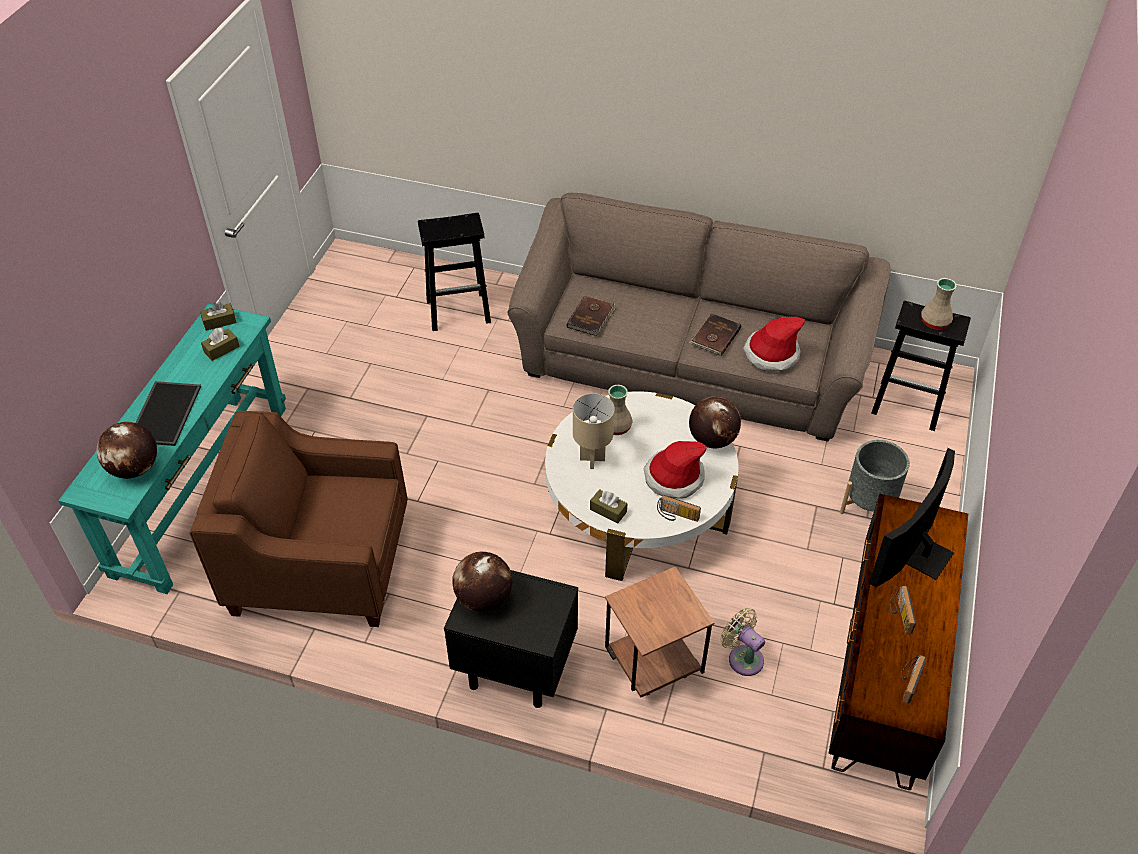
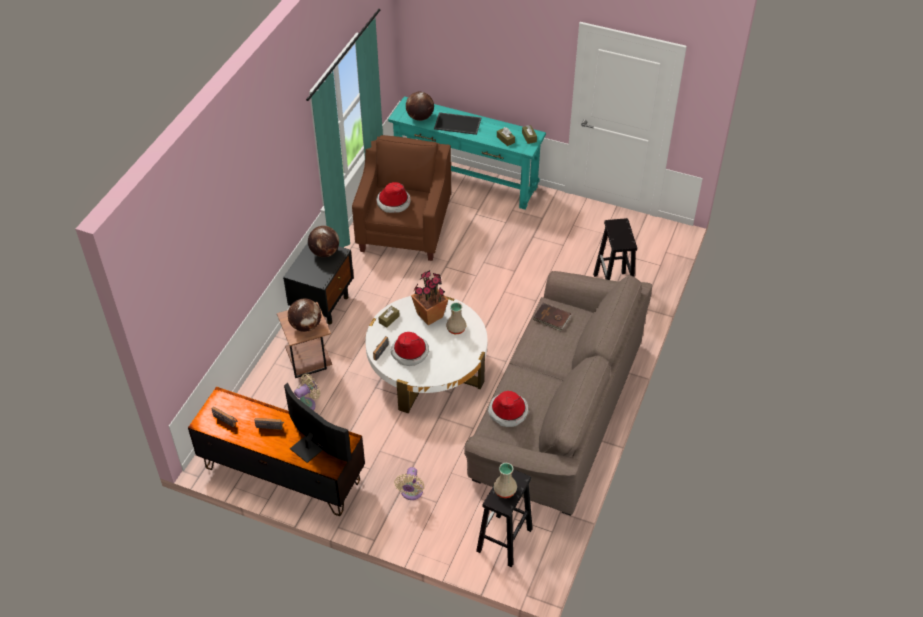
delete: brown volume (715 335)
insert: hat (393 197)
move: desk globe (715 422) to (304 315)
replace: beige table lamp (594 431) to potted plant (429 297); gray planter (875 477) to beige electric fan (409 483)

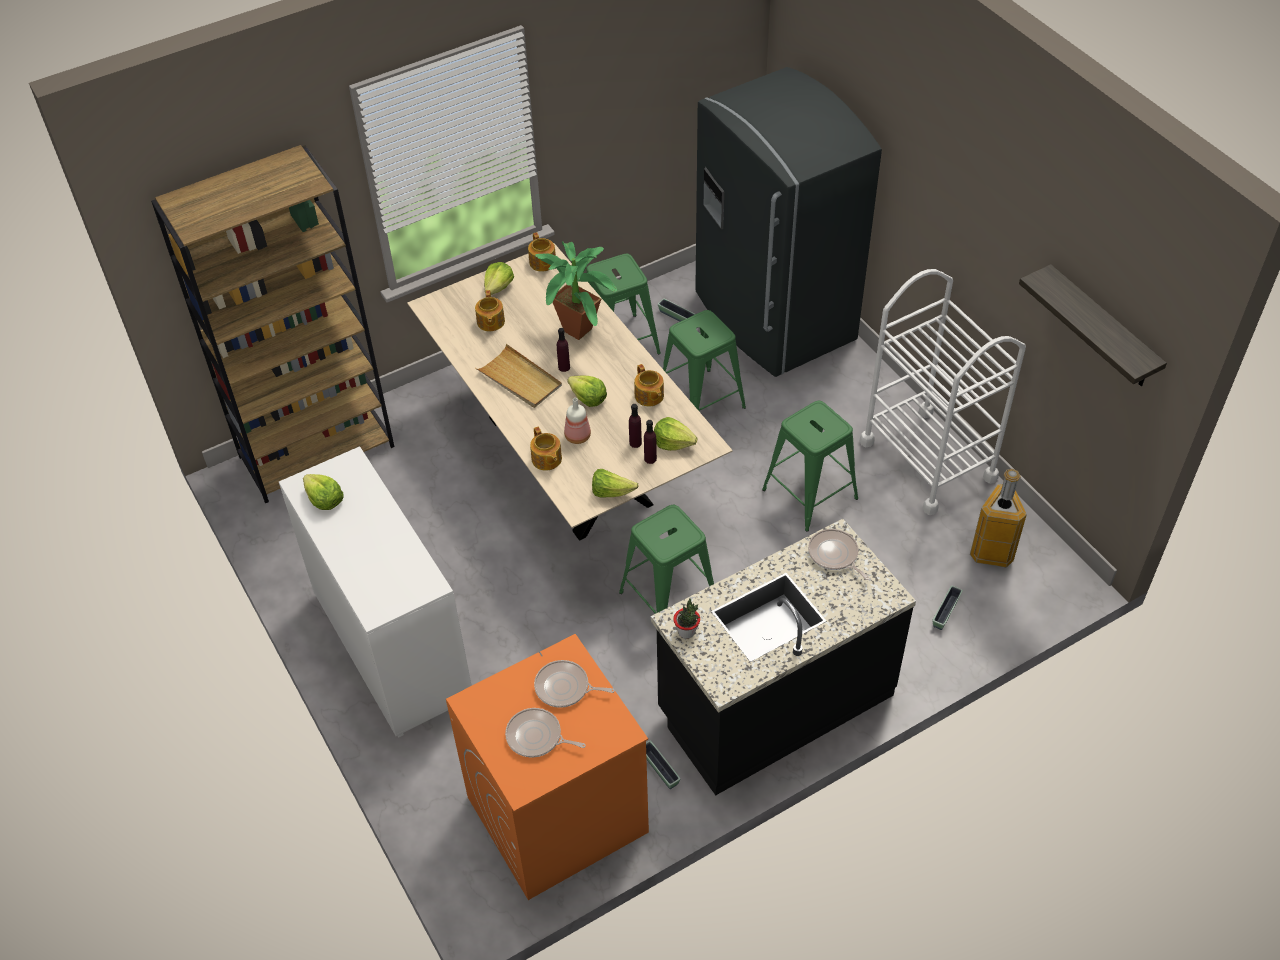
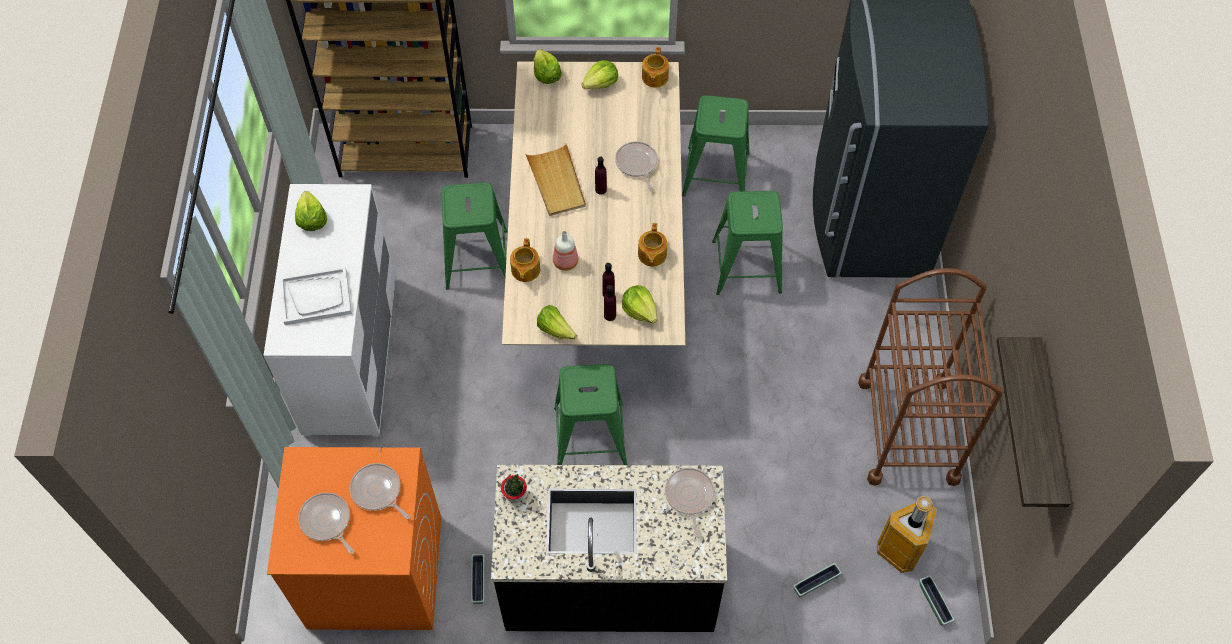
delete: pot for tea (490 310)
insert: white-coloured serving tray (315 296)
move: lettuce head (587 391) to (548 66); planter (676 310) to (936 600); green-coloured stool seat (810 466) to (474 236)
replace: potted plant (576 290) to frying pan (636 166)
recolor: white-coloured wheeled cart (943 392) to brown wheeled cart (930 377)

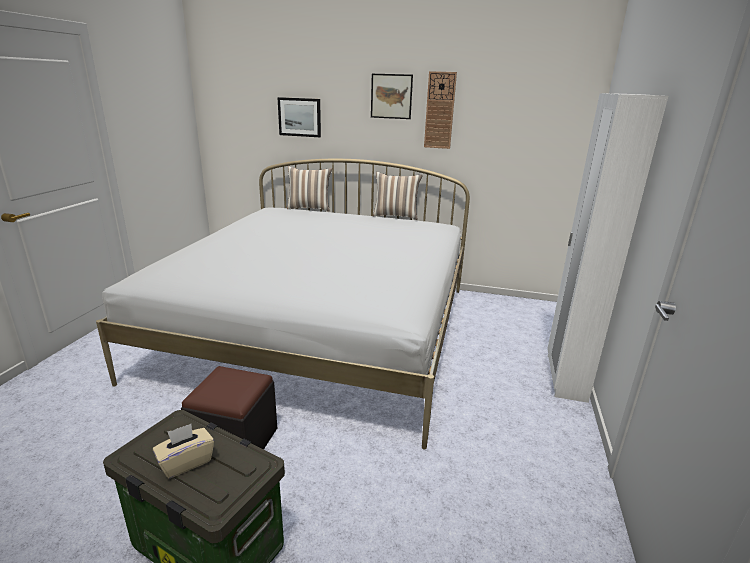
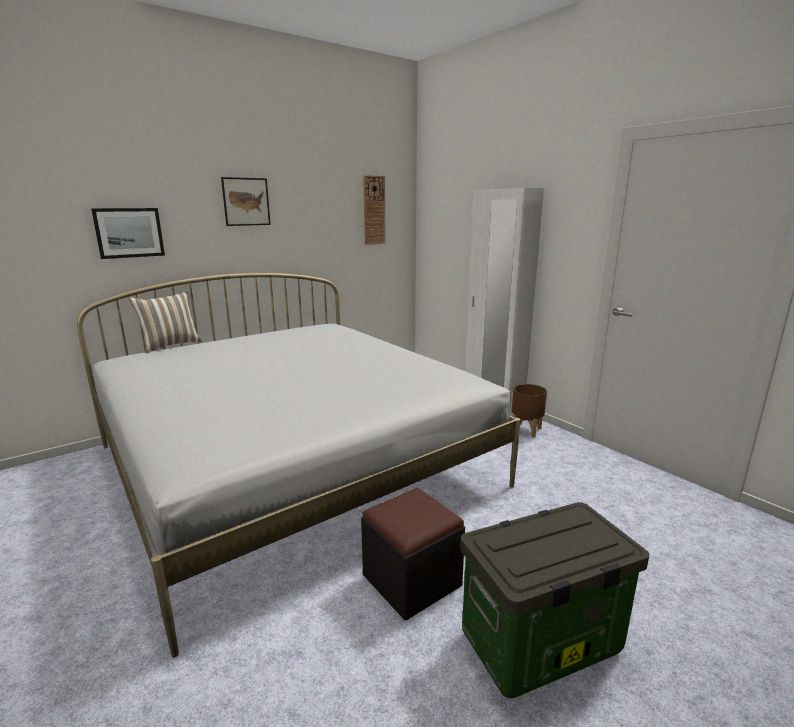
delete: beige tissue box (183 451); cushion (398 196)
insert: brown planter (529 410)
move: wall clock (440 110) to (374 210)

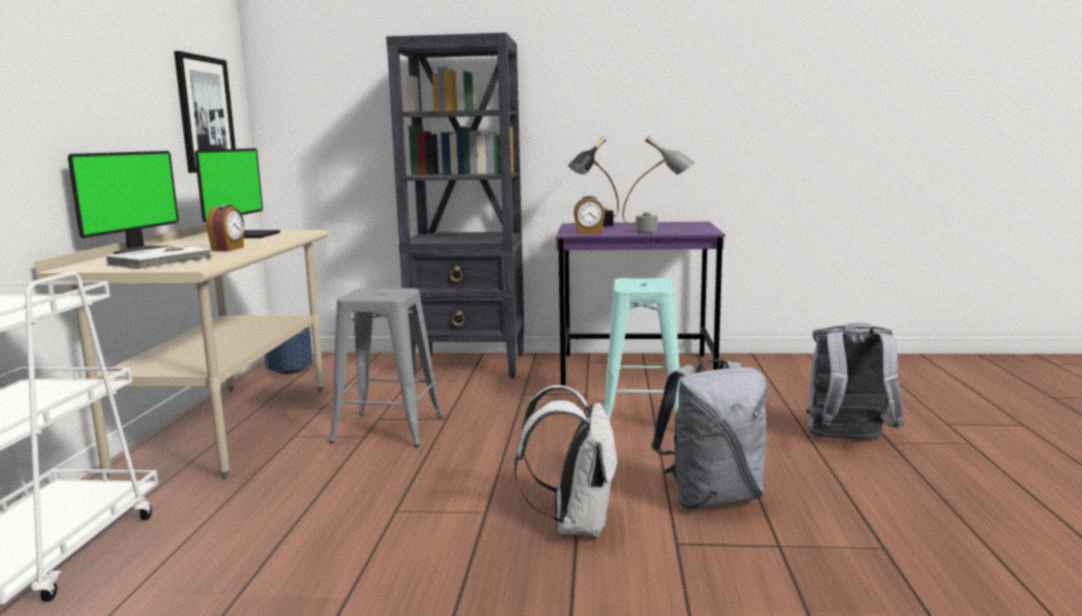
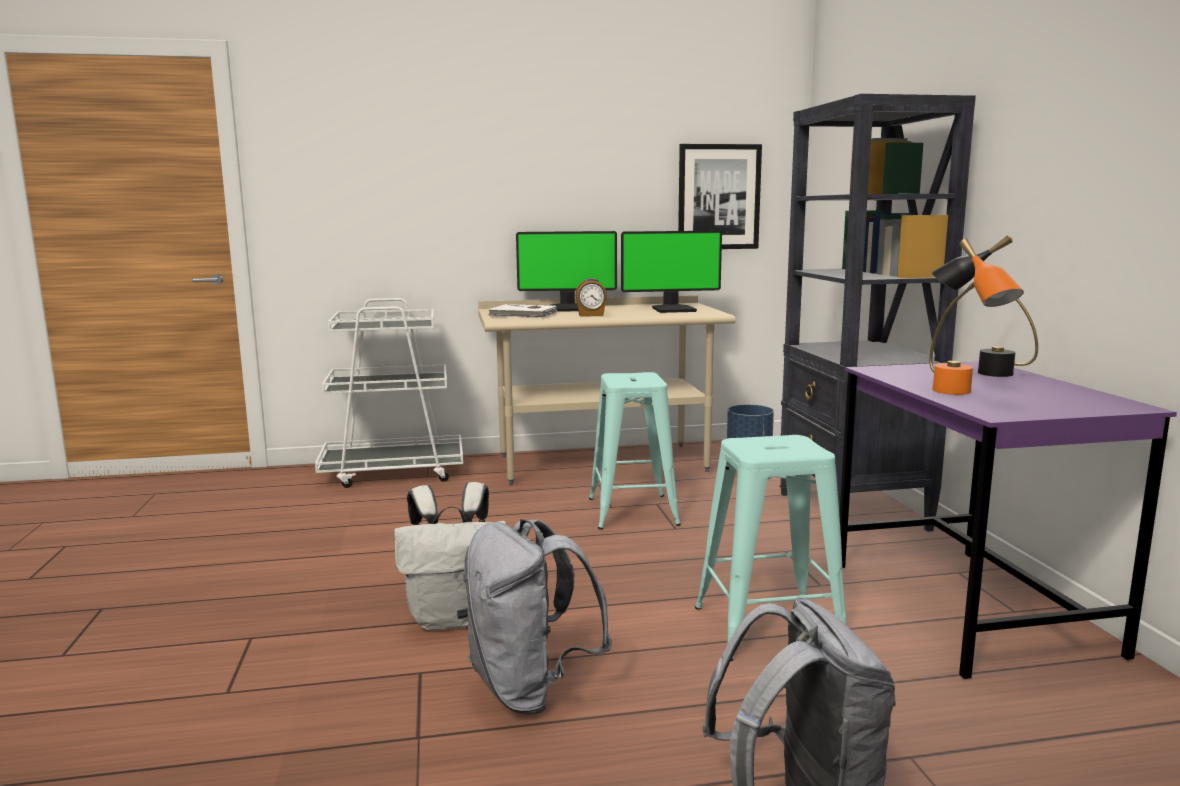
delete: bedside clock (589 215)
recolor: gray stool seat (386 367) to blue-green stool seat (635 451); gray table lamp (658 184) to orange table lamp (976 317)

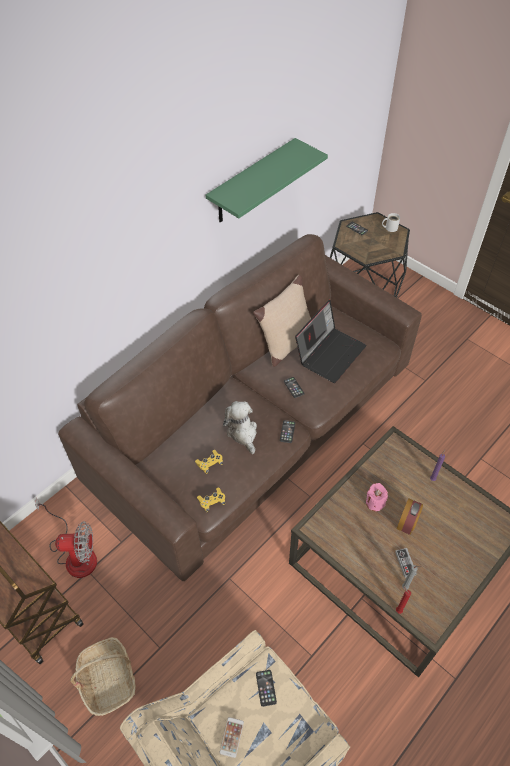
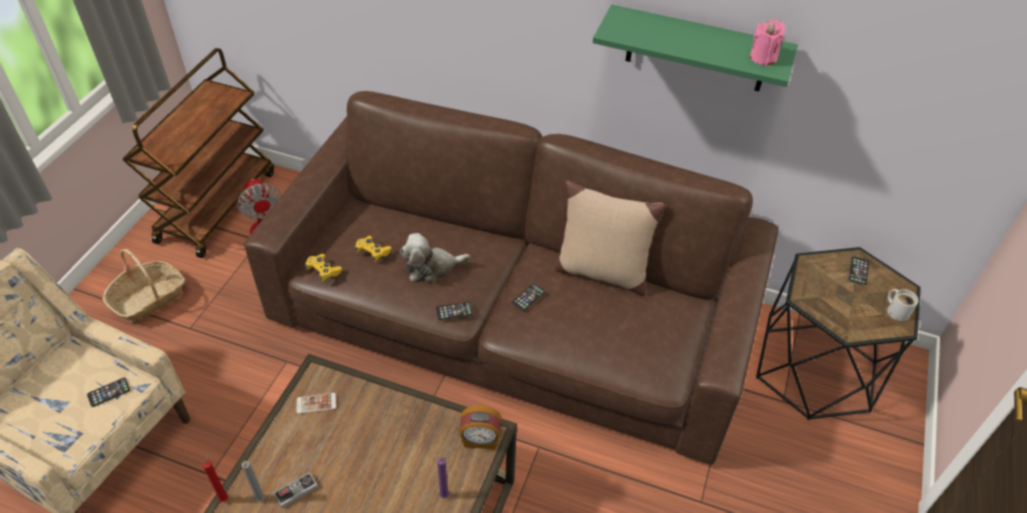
delete: laptop (331 341)
move: phone (232 737) to (316 403); pink-coloured wax candle (377 497) to (767 43); bedside clock (410 516) to (480 427)
rotate: soft toy (240 427) = (435 258) 150 degrees counterclockwise

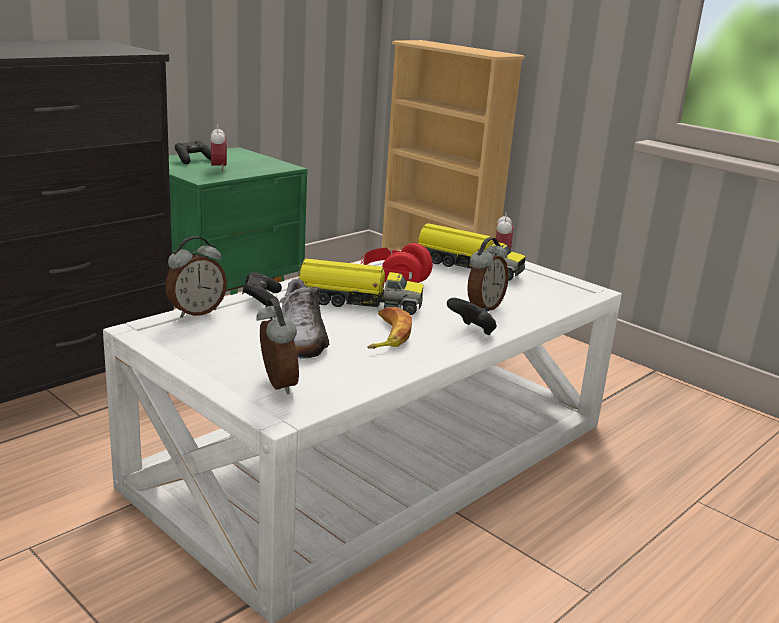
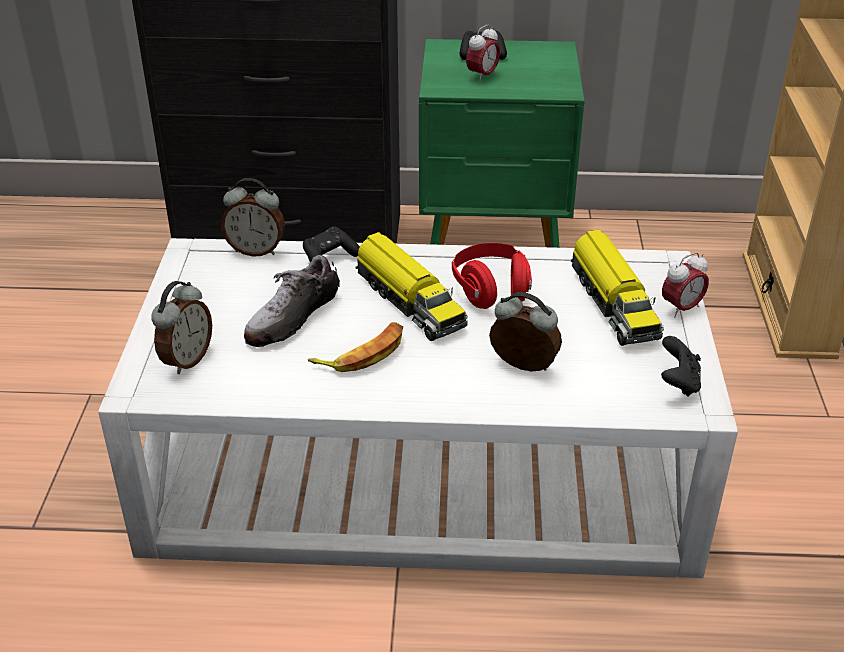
move: black gamepad (472 316) to (681 366)
rotate: bedside clock (488 274) = (525 332) 150 degrees counterclockwise

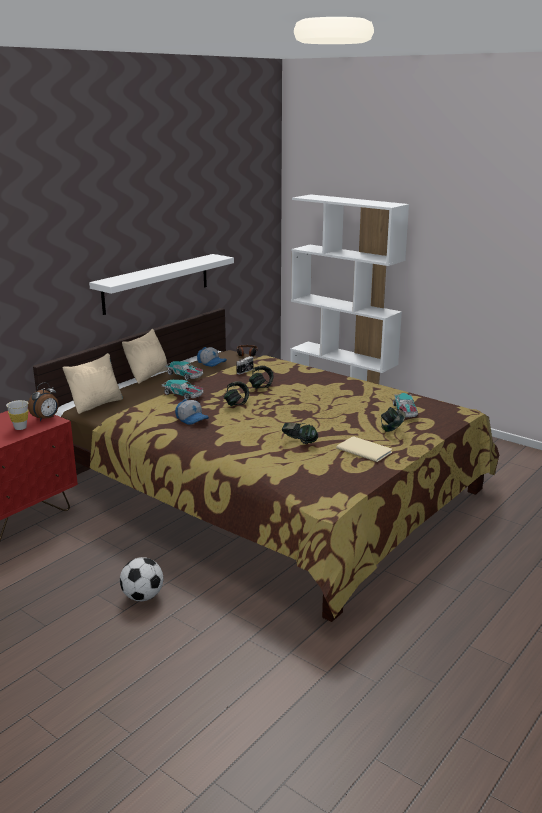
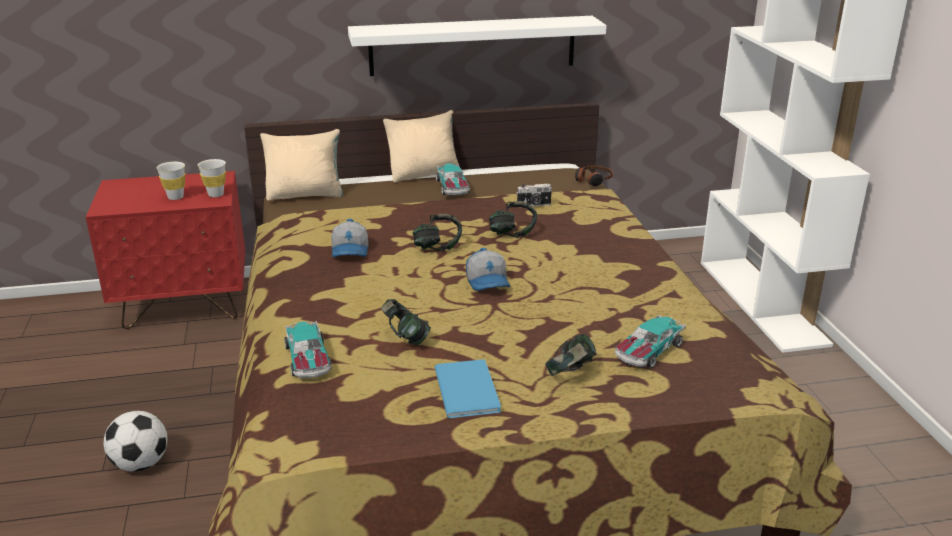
move: miniature car (182 390) to (308 350); baseball cap (212 357) to (488 269)
replace: bedside clock (43 401) to white-coloured cup (212 178)
recolor: beige volume (364 449) to blue-coloured volume (468 389)

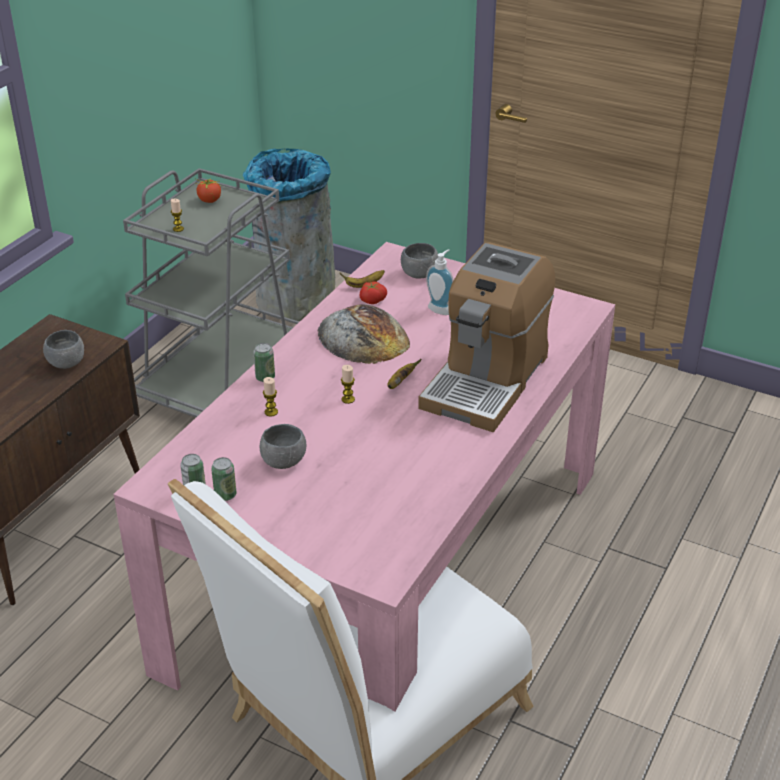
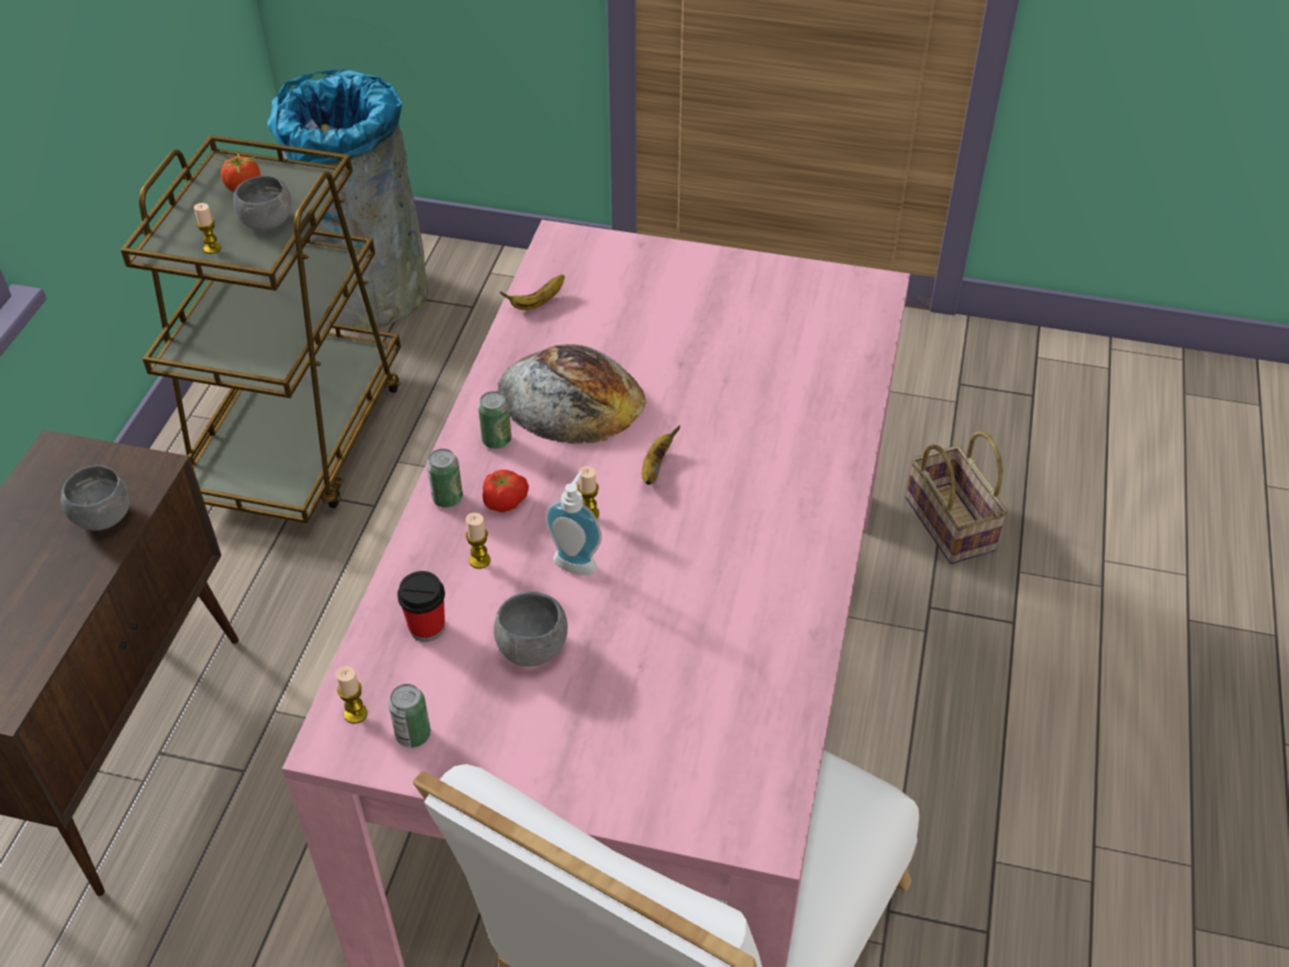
delete: coffee brewer (486 337)
insert: wax candle (352 695); cup (421 606); household basket (957 497)
move: sealed can (224 479) to (495 420); whole tomato (373 292) to (505 491); gray serving bowl (419 261) to (262 203); soap dispenser (440 282) to (573 523)
recolor: gray wheeled cart (211 292) to brown wheeled cart (261 329)

